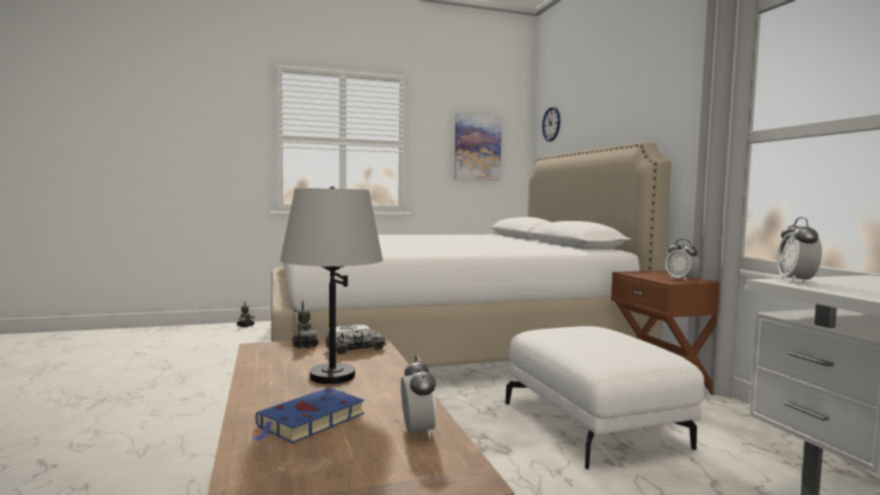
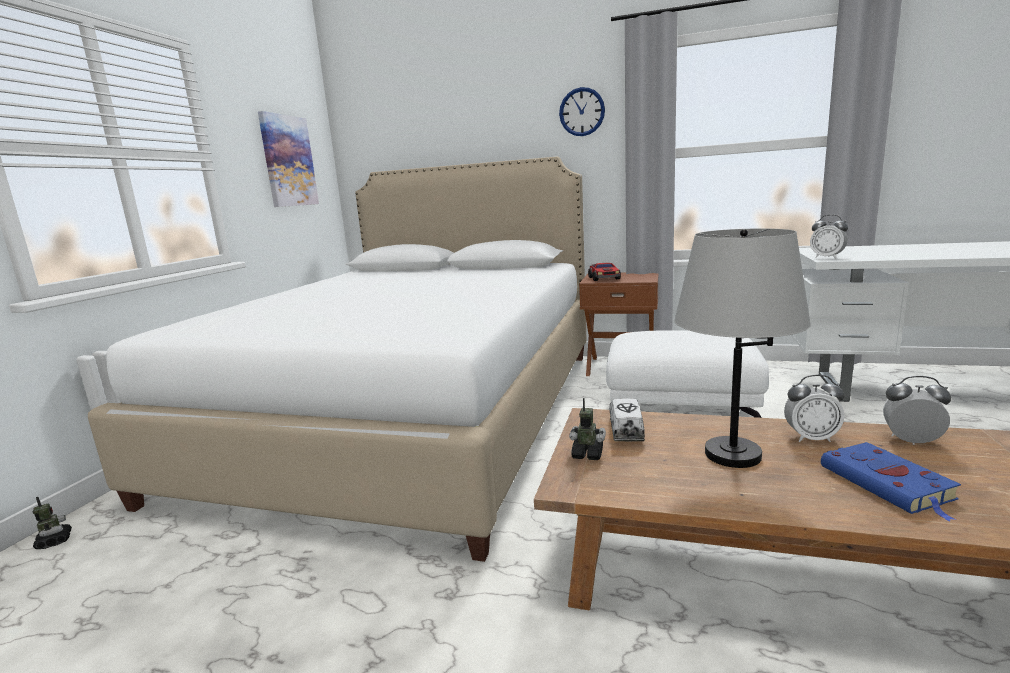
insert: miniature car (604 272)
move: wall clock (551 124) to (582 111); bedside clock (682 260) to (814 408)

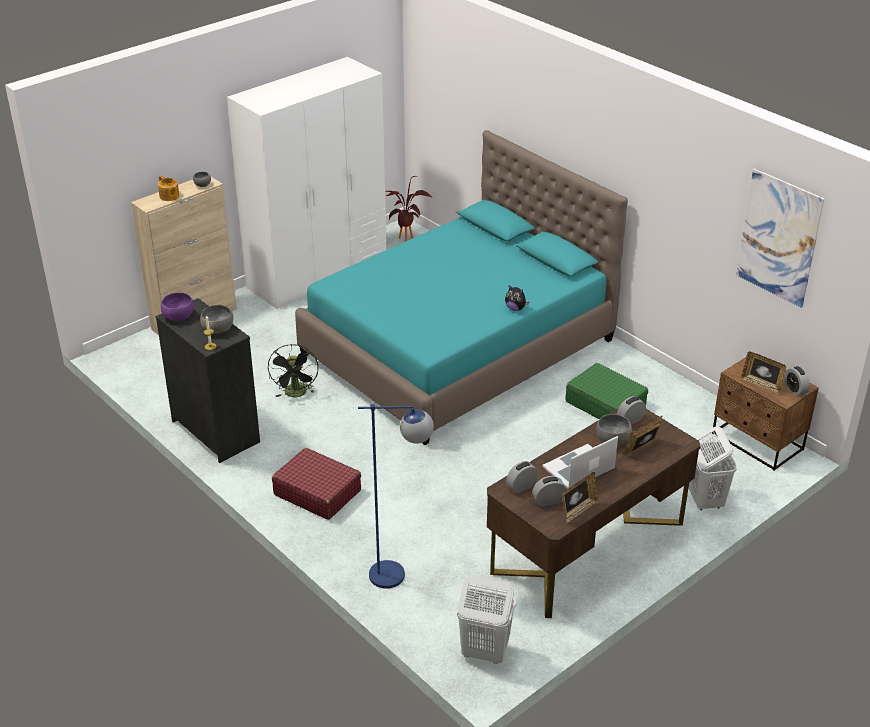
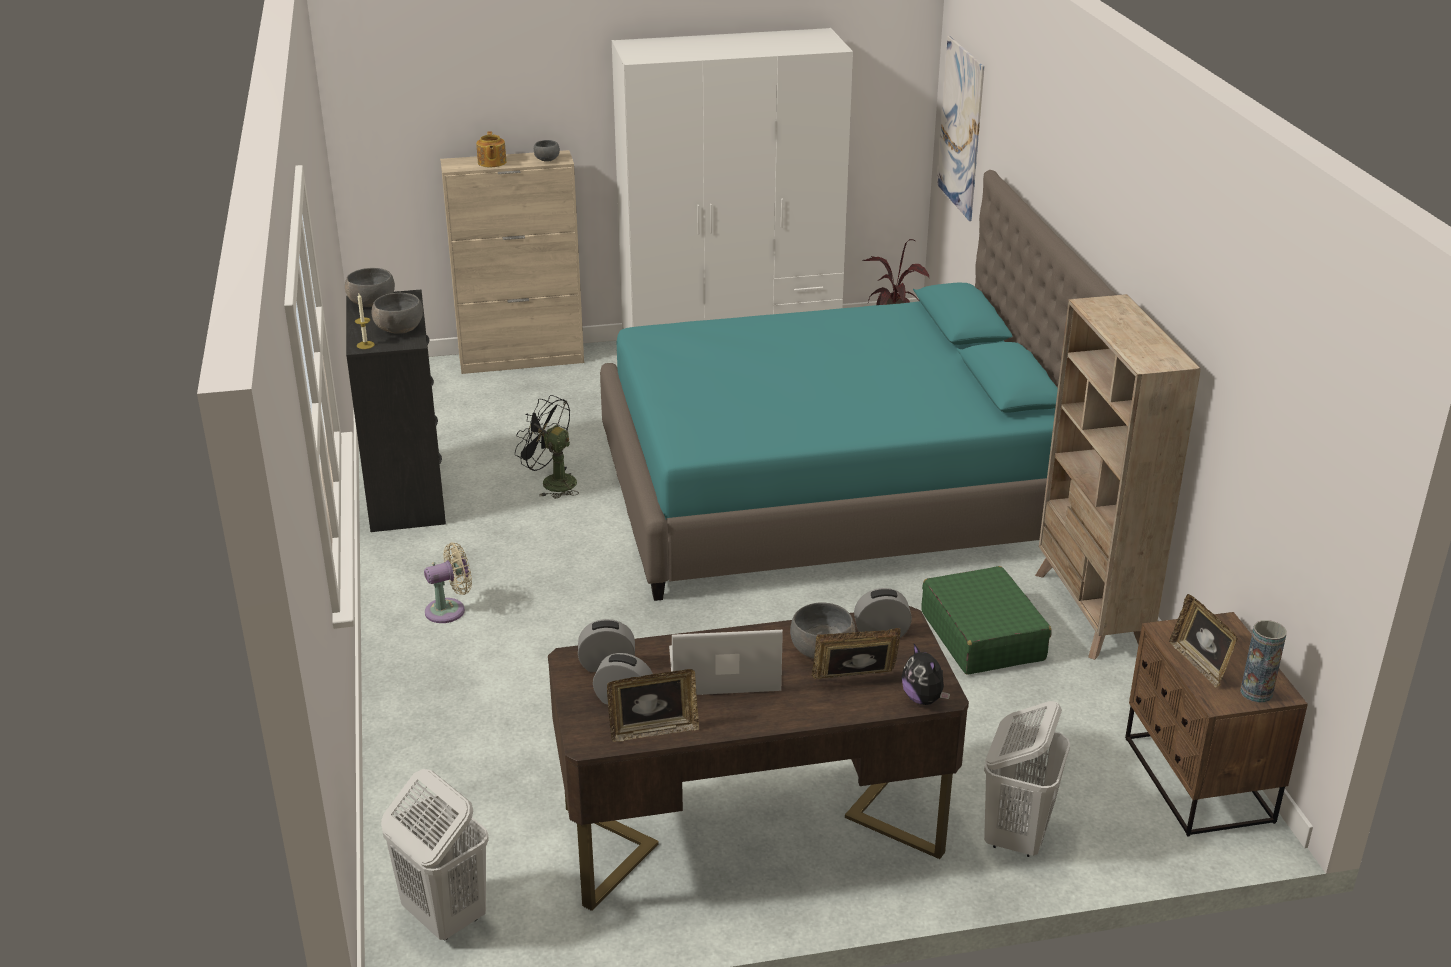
delete: blue-coloured standing lamp (396 496)
insert: beige shelving unit (1118 477)
move: soft toy (517 298) to (926 674); wall picture (780 238) to (961 128)
replace: red piece of luggage (316 484) to beige electric fan (448 583); bedside clock (797 381) to vase (1263 661)
recolor: purple serving bowl (177 306) to gray serving bowl (370 287)
rotate: black electric fan (293 370) = (547 447) 90 degrees clockwise

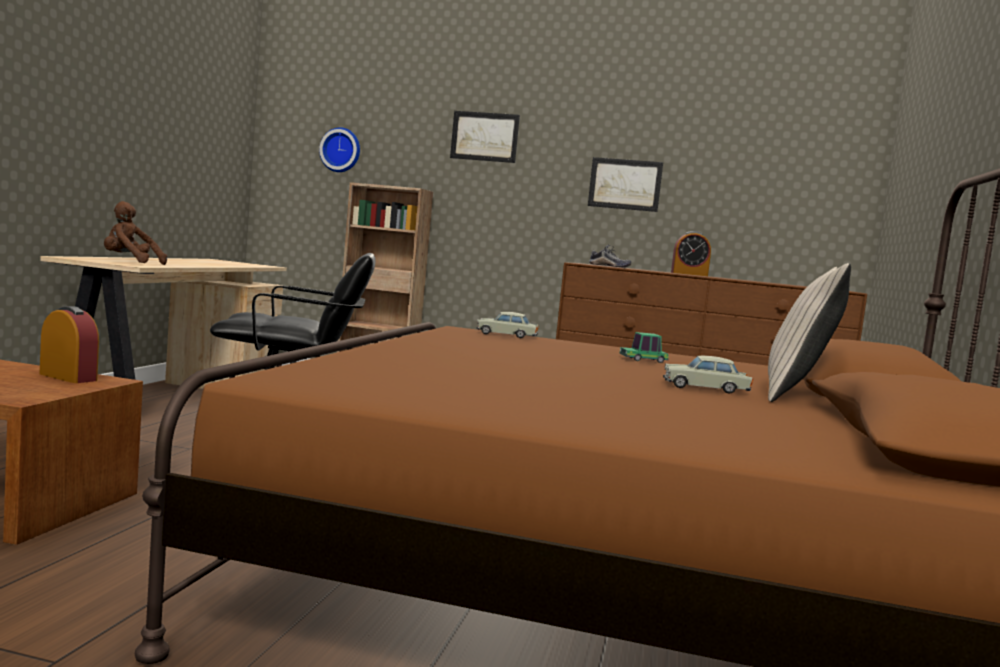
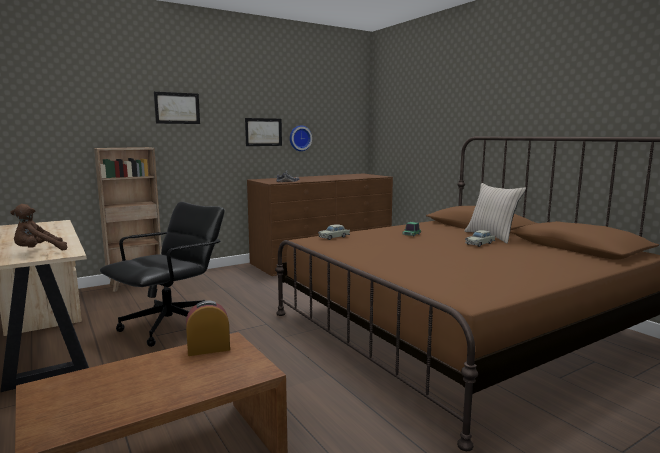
delete: bedside clock (691 253)
move: wall clock (339 149) to (301 138)

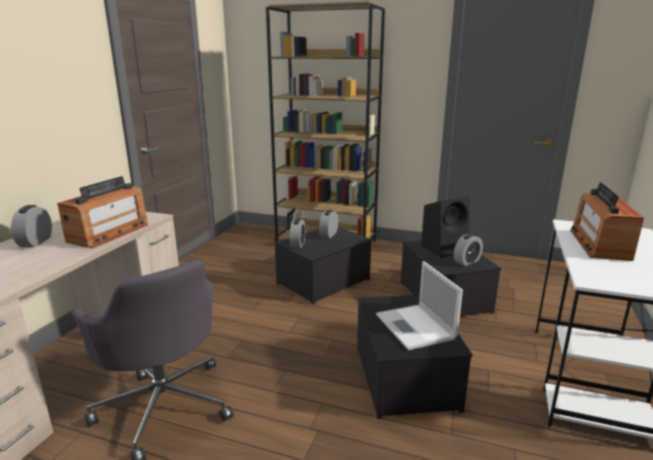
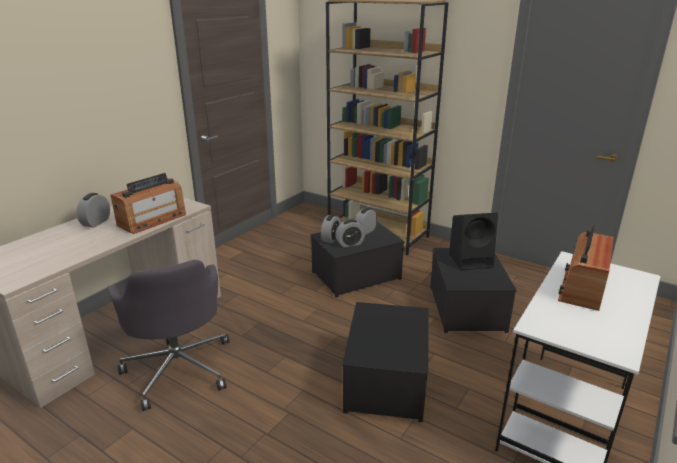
delete: laptop (419 305)
move: bedside clock (468 249) to (350 233)

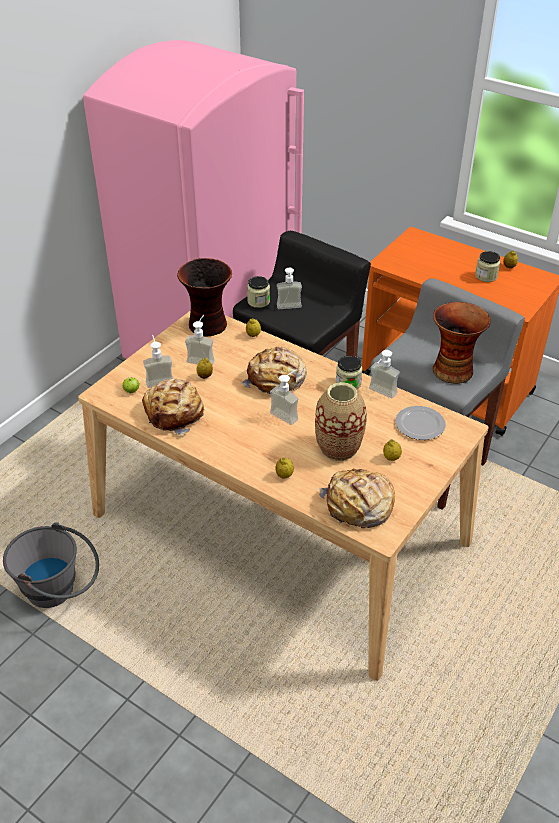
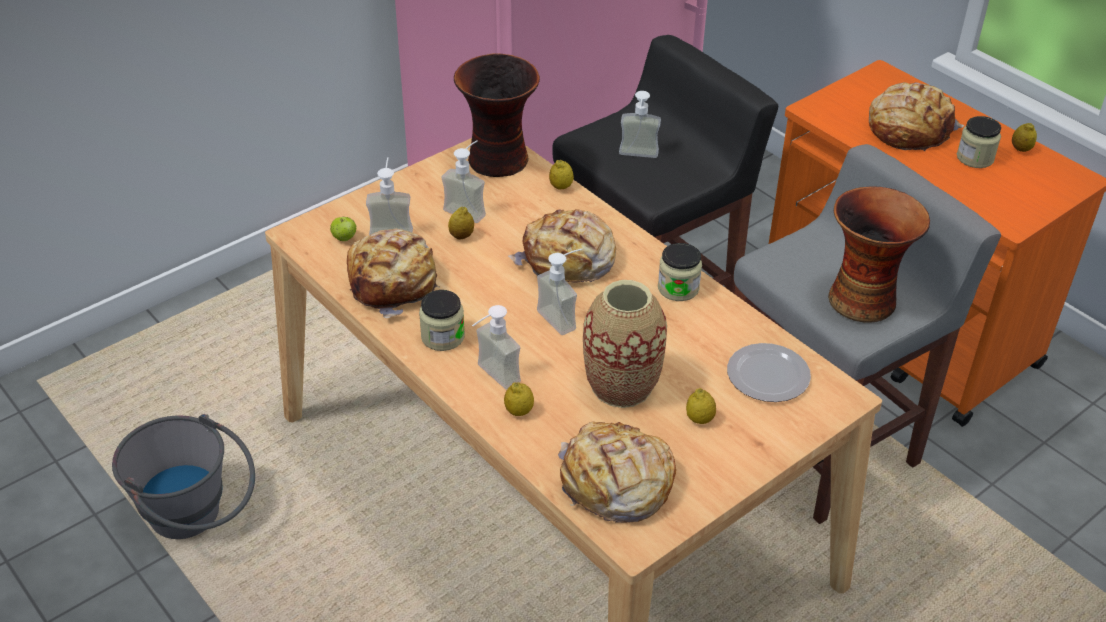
insert: baked bread (916 116)
move: storage jar (258 292) to (442 320); soap dispenser (384 374) to (496 347)

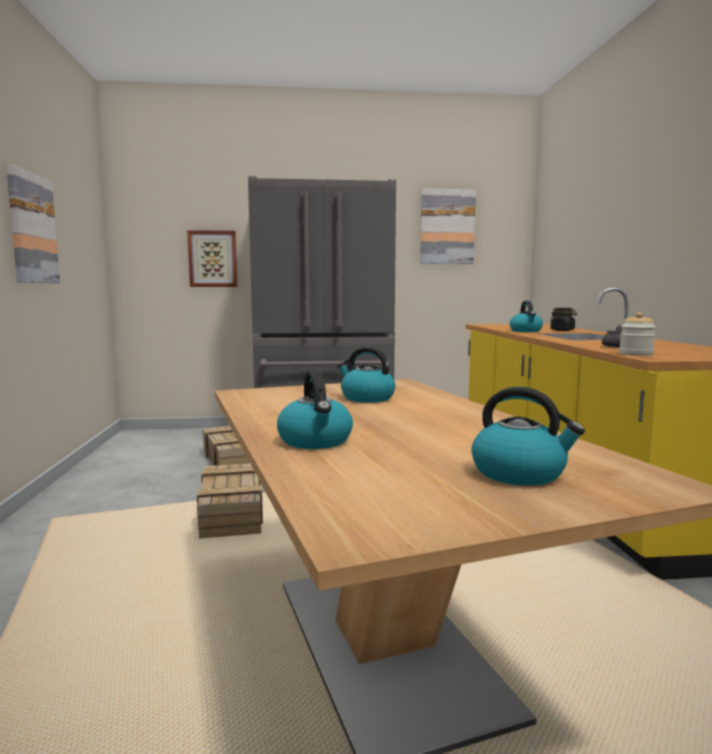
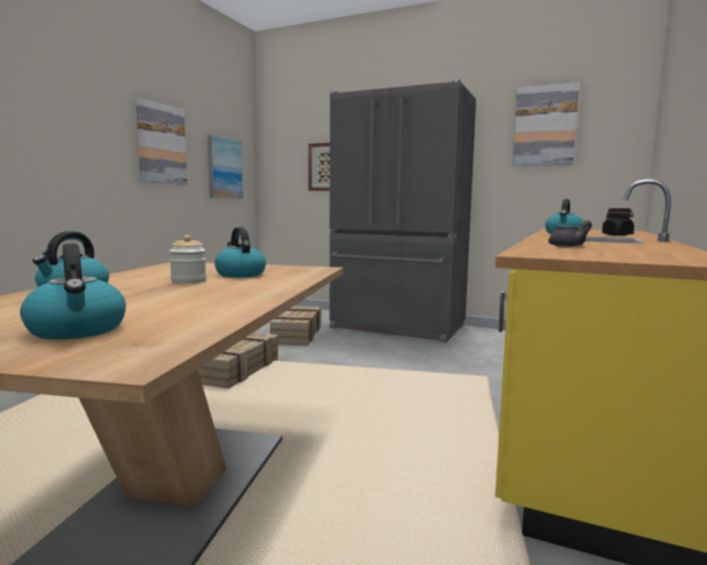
insert: wall picture (225 167)
move: storage jar (637 334) to (187 259)

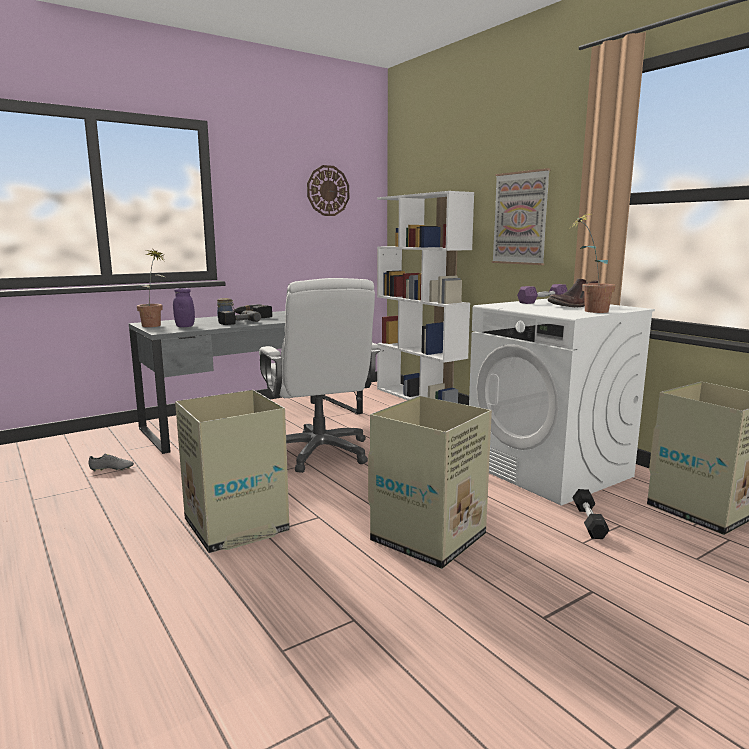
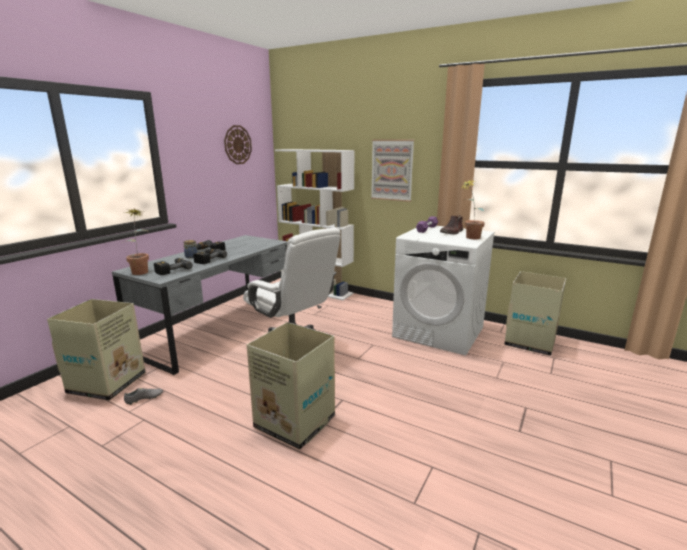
delete: black free weight (590 514)
move: packing box (430 482) to (96 350)
replace: purple storage jar (184 307) to power drill (173 266)

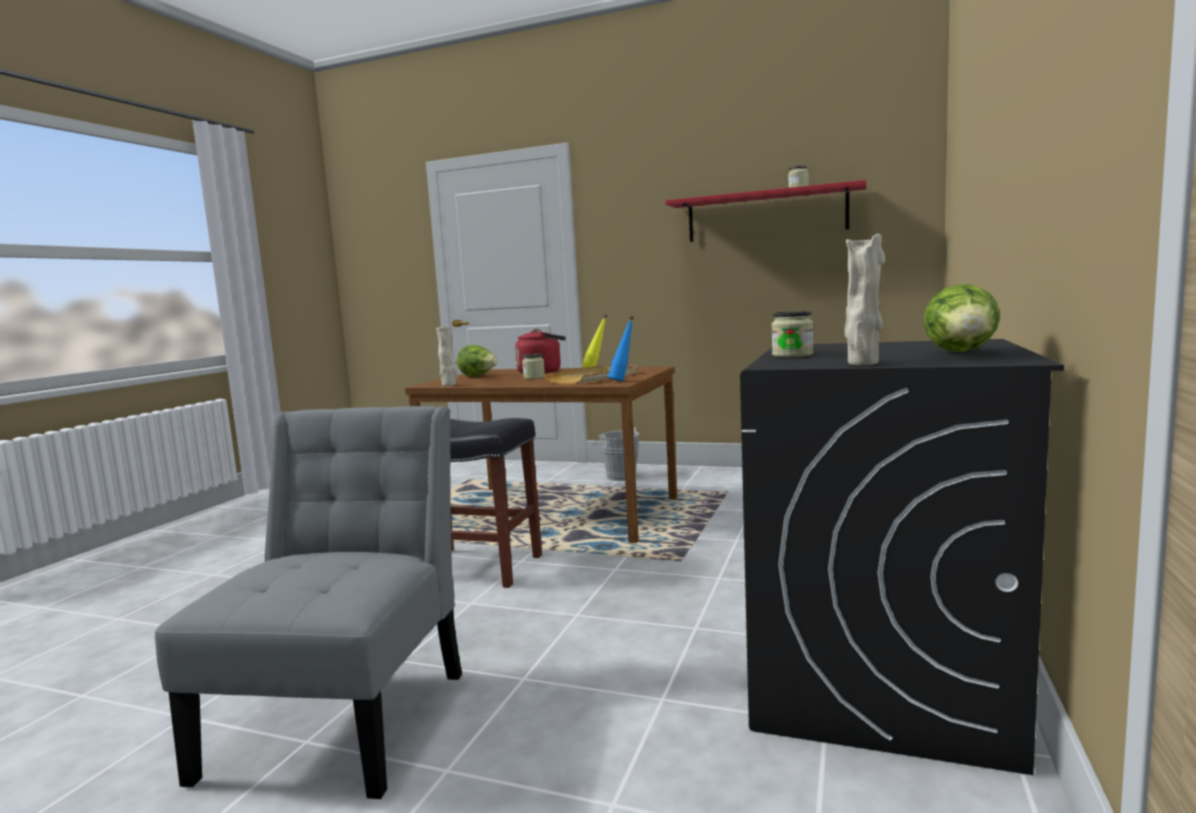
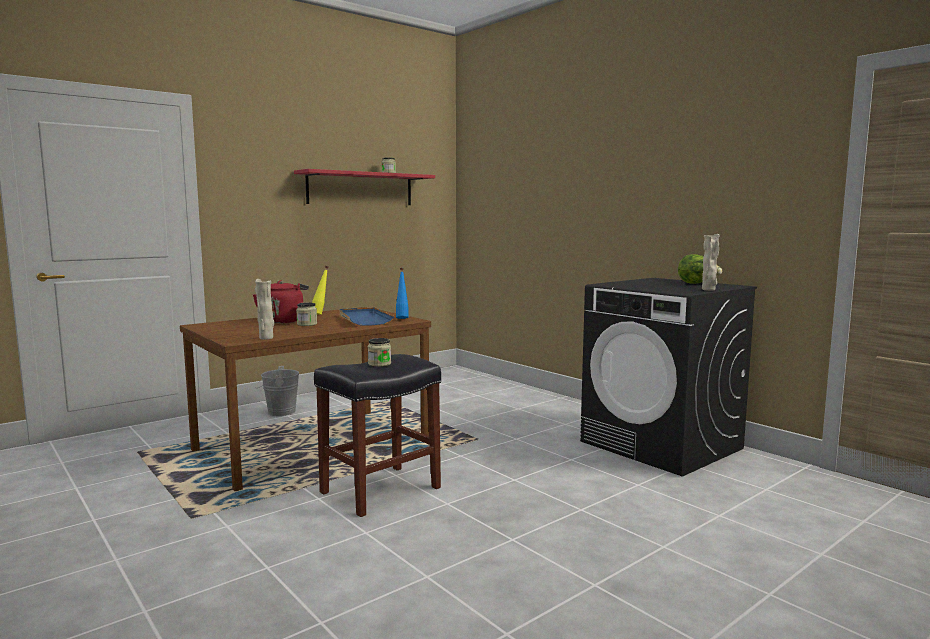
delete: gray upright chair (308 602); lettuce head (477 360)
move: storage jar (793 334) to (379 352)
recolor: beige serving tray (590 374) to blue-coloured serving tray (367 316)

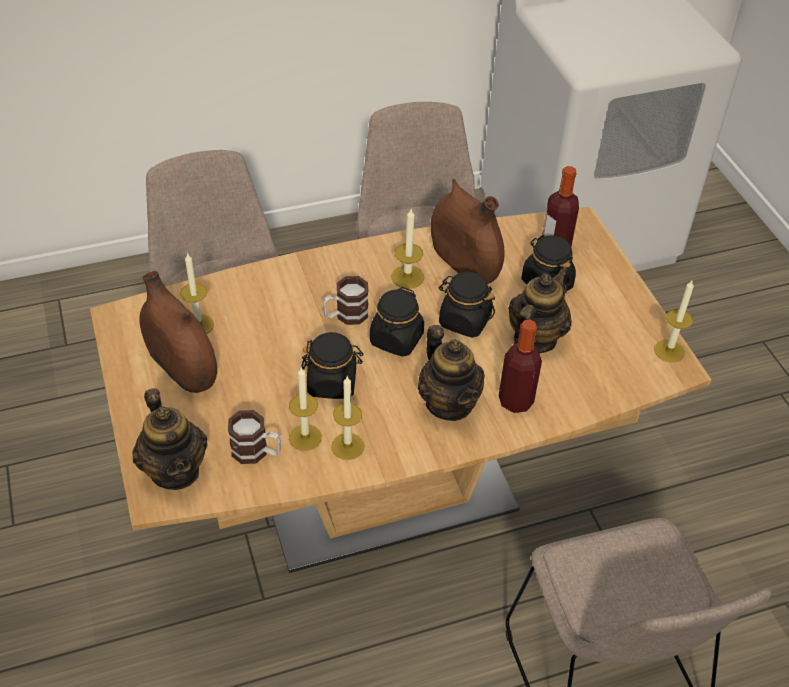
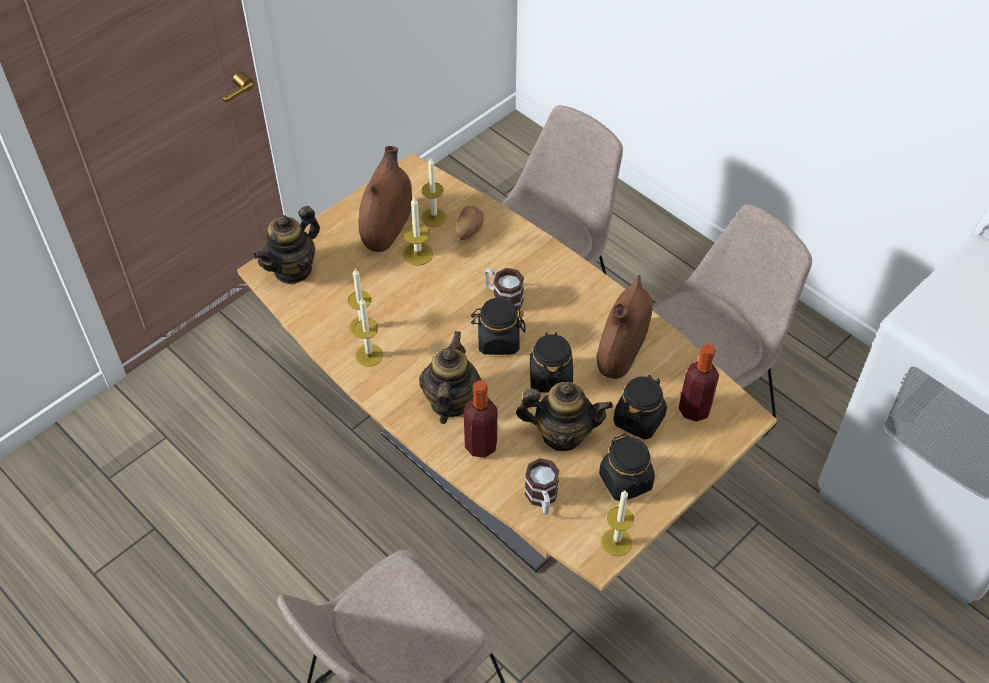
insert: spud (470 223)
move: mug (254 437) to (541 486); black storage jar (333 365) to (627 467); wax candle (407 249) to (418 231)
rotate: pot for tea (451 373) = (450 377) 150 degrees clockwise

